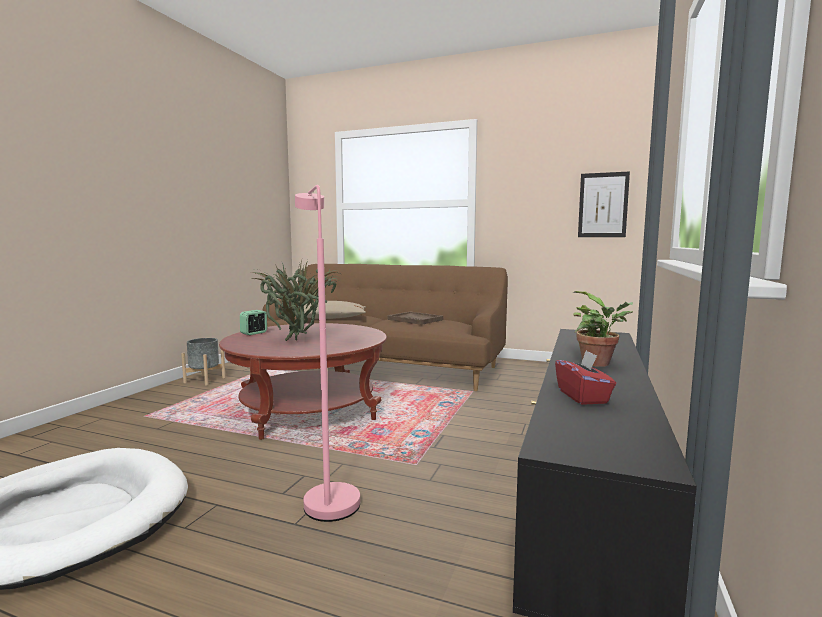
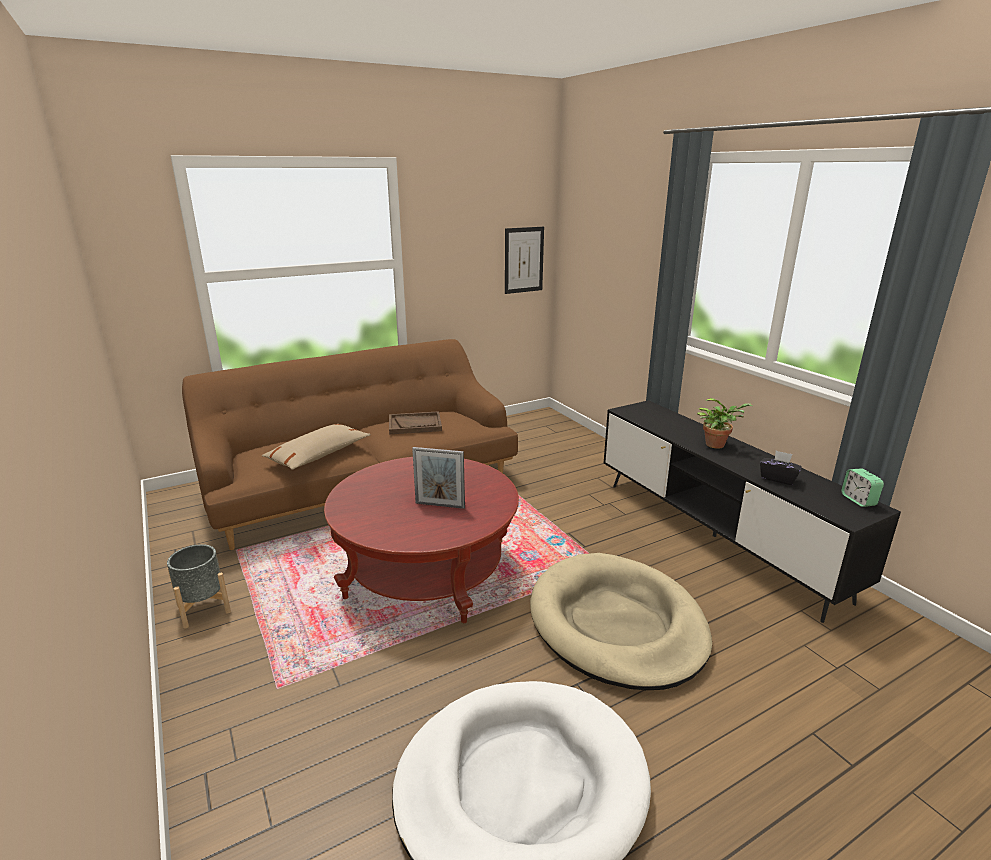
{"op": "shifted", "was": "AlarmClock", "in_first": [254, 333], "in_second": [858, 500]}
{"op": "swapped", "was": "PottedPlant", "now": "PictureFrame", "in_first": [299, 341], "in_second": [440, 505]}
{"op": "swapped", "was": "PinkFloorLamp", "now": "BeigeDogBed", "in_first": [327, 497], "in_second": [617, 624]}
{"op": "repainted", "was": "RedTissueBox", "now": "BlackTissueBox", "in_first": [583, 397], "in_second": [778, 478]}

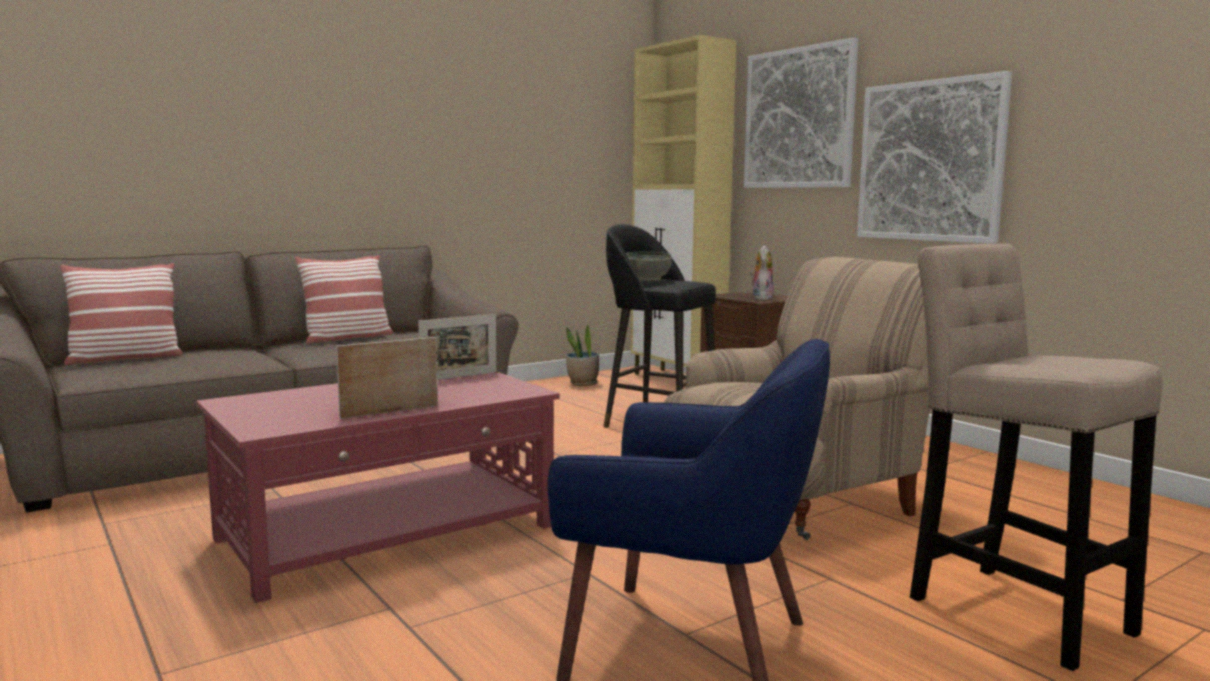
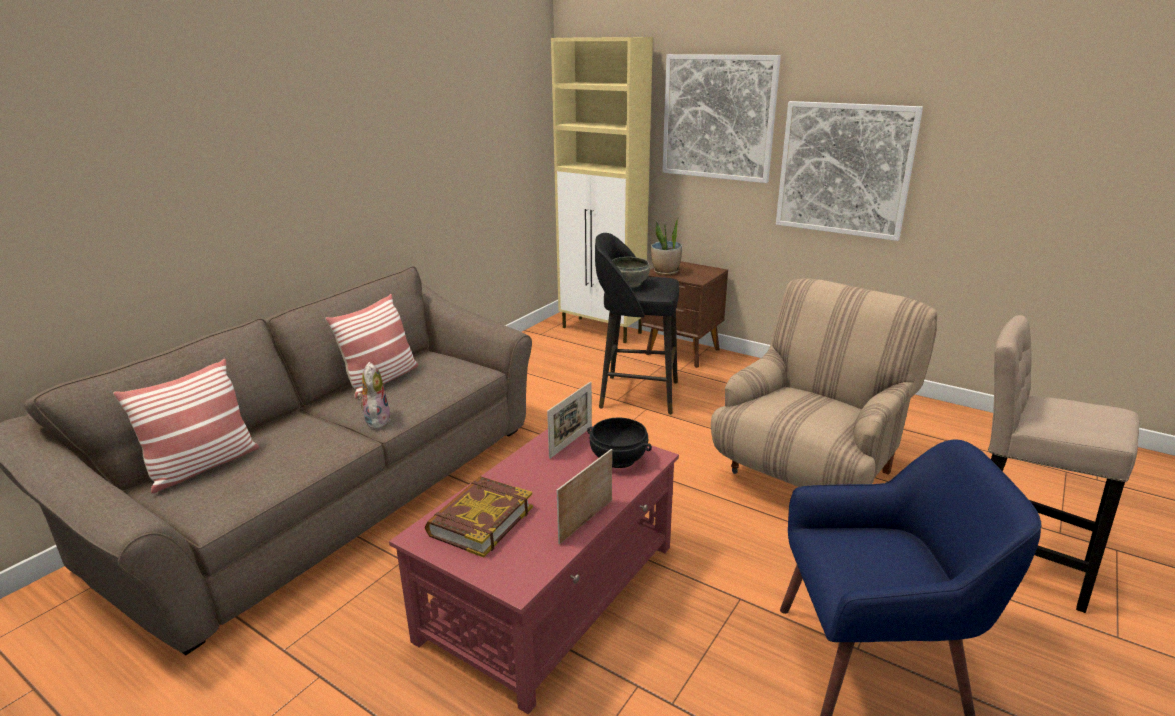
{"op": "shifted", "was": "PottedPlant", "in_first": [583, 384], "in_second": [665, 272]}
{"op": "shifted", "was": "PlushToy", "in_first": [761, 298], "in_second": [376, 420]}
{"op": "new", "now": "Book", "in_second": [480, 521]}
{"op": "new", "now": "BlackBowl", "in_second": [619, 459]}

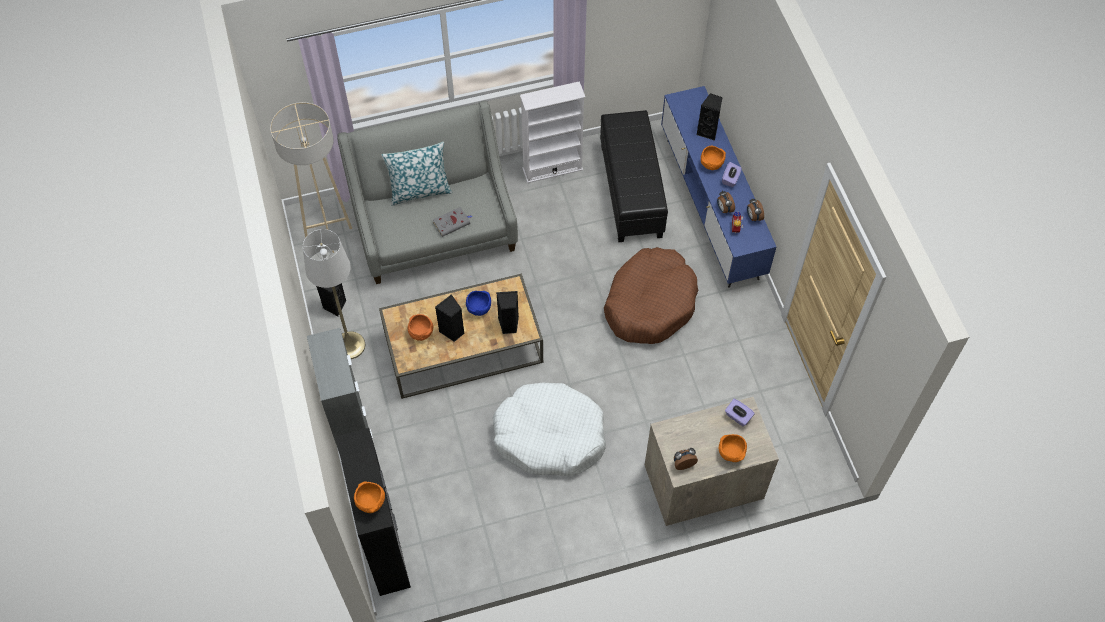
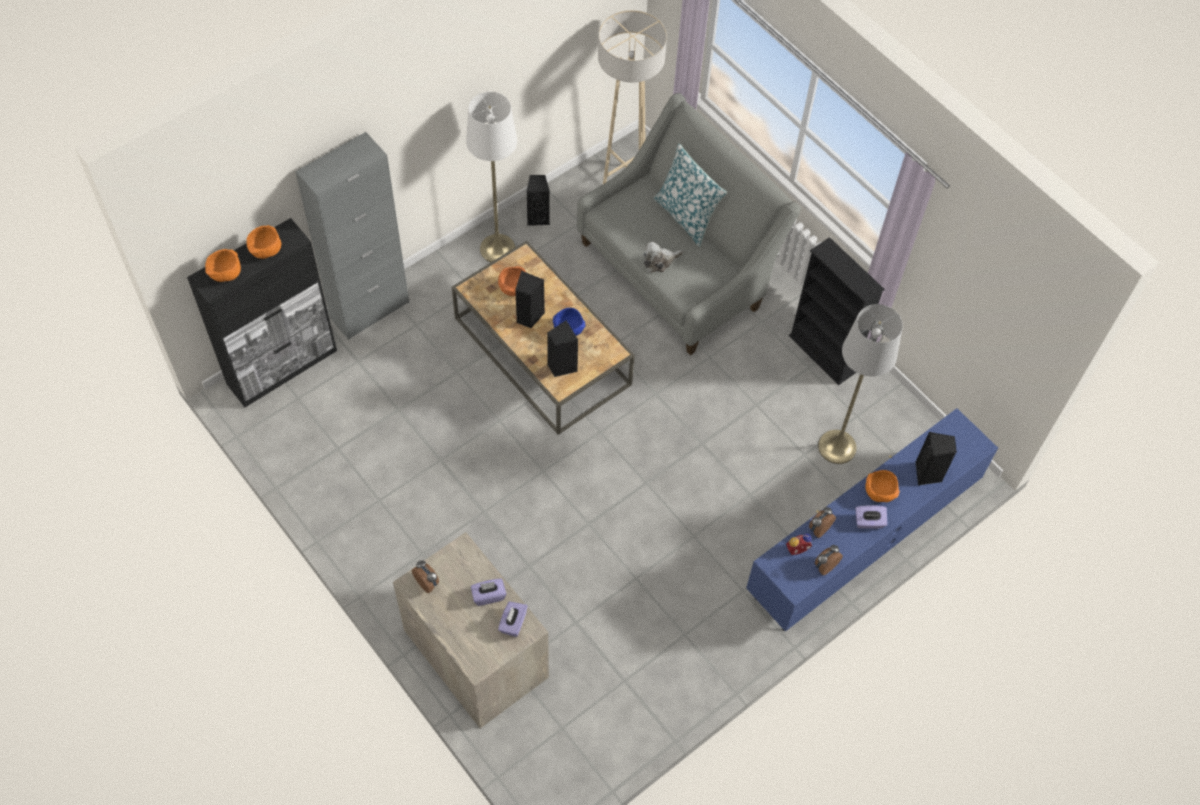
{"op": "swapped", "was": "GreyBook", "now": "PlushToy", "in_first": [452, 223], "in_second": [660, 261]}
{"op": "gone", "was": "WhiteDogBed", "in_first": [549, 436]}
{"op": "repainted", "was": "WhiteBookcase", "now": "BlackBookcase", "in_first": [552, 169], "in_second": [822, 353]}
{"op": "swapped", "was": "BlackOttoman", "now": "GreyFloorLamp", "in_first": [631, 191], "in_second": [837, 447]}
{"op": "gone", "was": "BrownDogBed", "in_first": [650, 303]}
{"op": "shifted", "was": "OrangeBowl", "in_first": [732, 453], "in_second": [266, 252]}
{"op": "new", "now": "PurpleTissueBox", "in_second": [488, 595]}

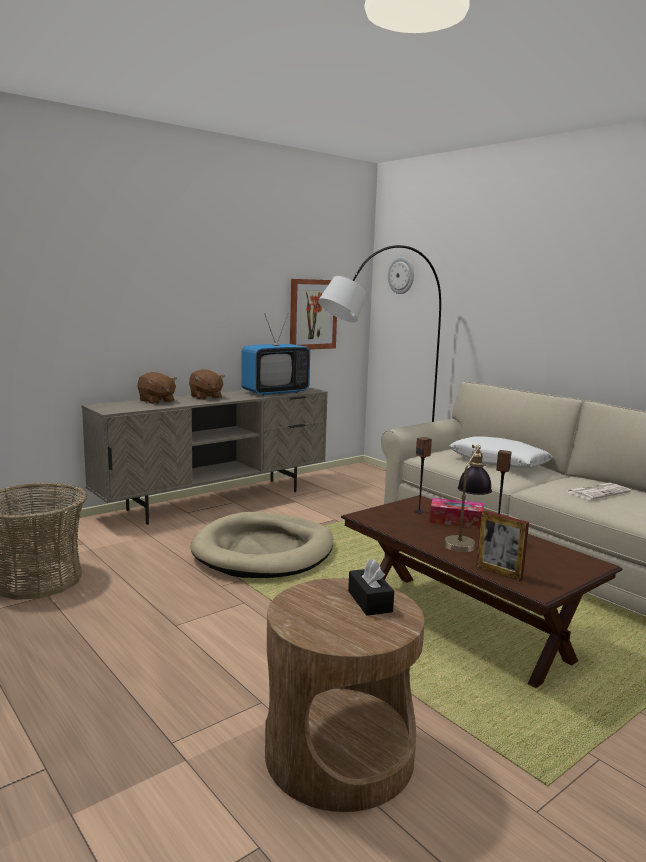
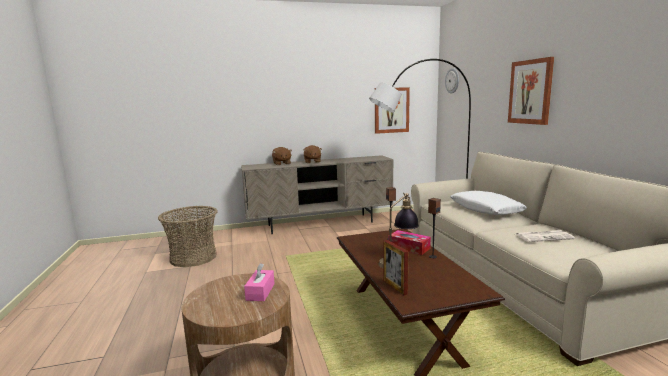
{"op": "gone", "was": "BeigeDogBed", "in_first": [264, 551]}
{"op": "gone", "was": "Television", "in_first": [275, 392]}
{"op": "repainted", "was": "BlackTissueBox", "now": "PinkTissueBox", "in_first": [369, 601], "in_second": [260, 292]}
{"op": "new", "now": "Picture", "in_second": [530, 92]}

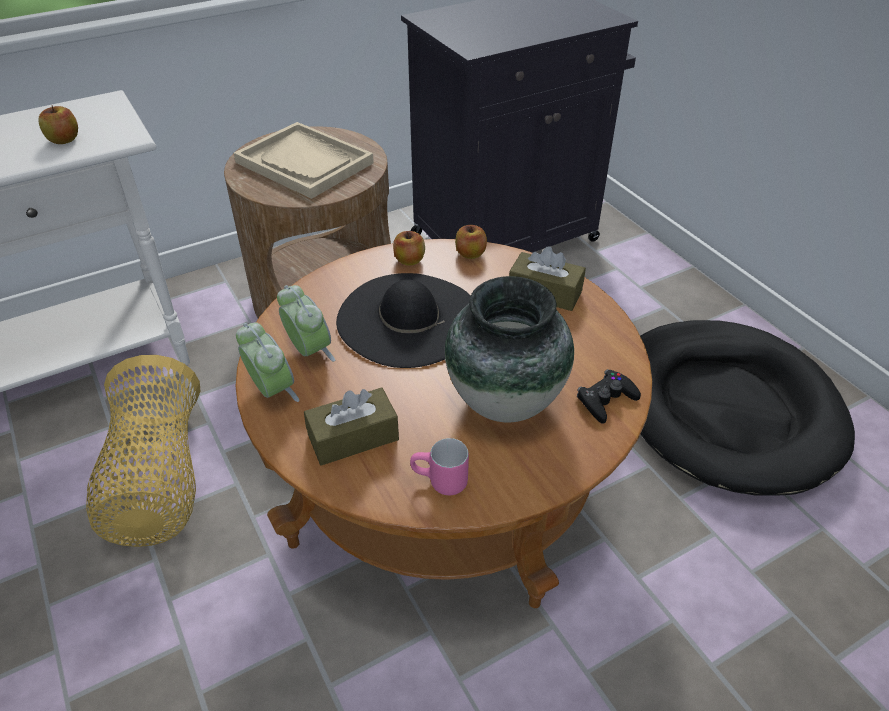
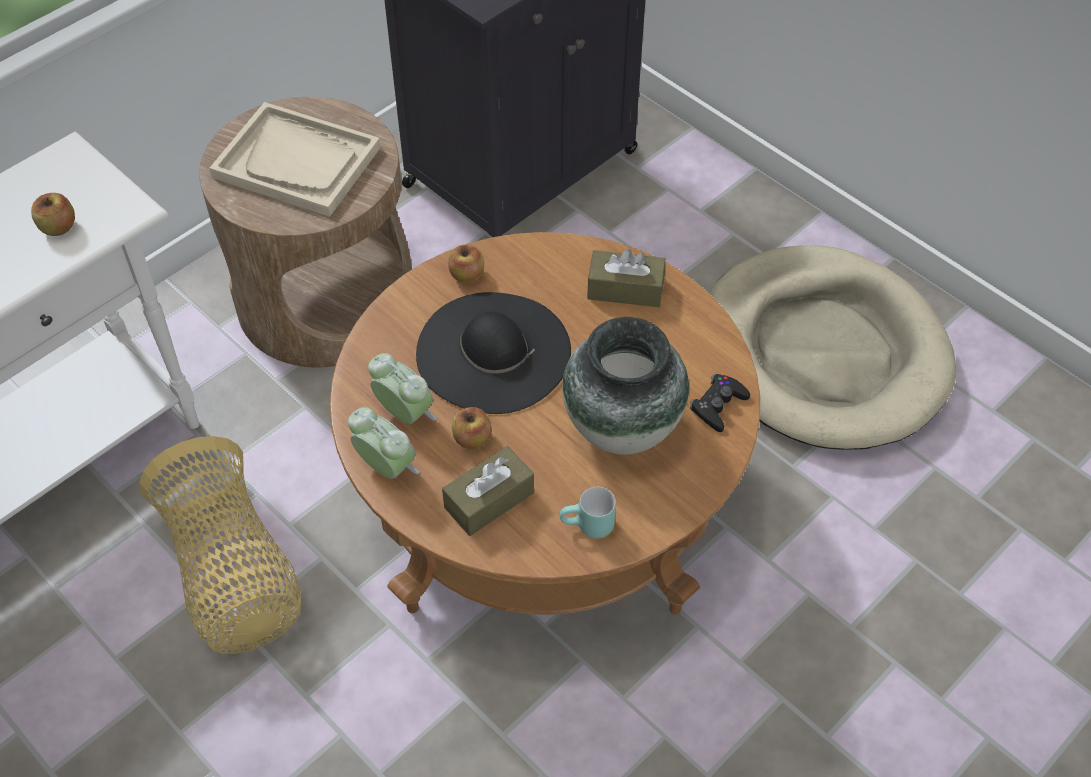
{"op": "repainted", "was": "PinkMug", "now": "TurquoiseMug", "in_first": [439, 483], "in_second": [588, 528]}
{"op": "shifted", "was": "Apple", "in_first": [470, 254], "in_second": [472, 439]}
{"op": "repainted", "was": "BlackDogBed", "now": "BeigeDogBed", "in_first": [727, 409], "in_second": [824, 353]}

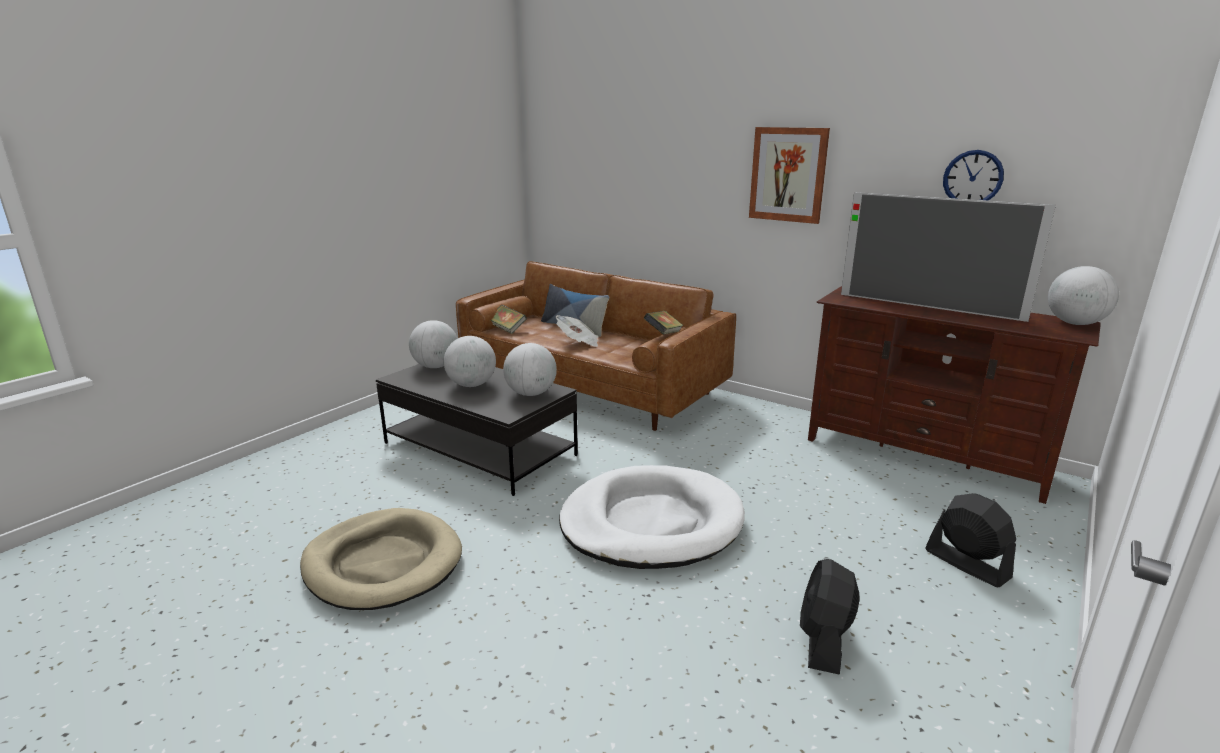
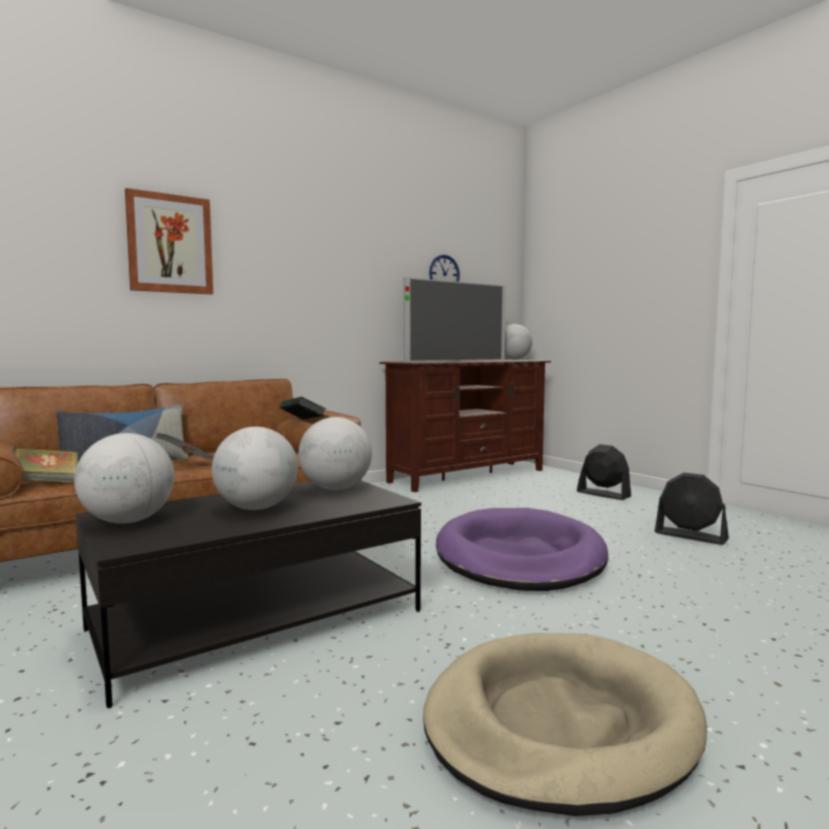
{"op": "repainted", "was": "WhiteDogBed", "now": "PurpleDogBed", "in_first": [651, 523], "in_second": [519, 557]}
{"op": "shifted", "was": "Picture", "in_first": [788, 174], "in_second": [170, 244]}
{"op": "rotated", "was": "BlackFan", "in_first": [966, 563], "in_second": [603, 494], "clockwise": 60}

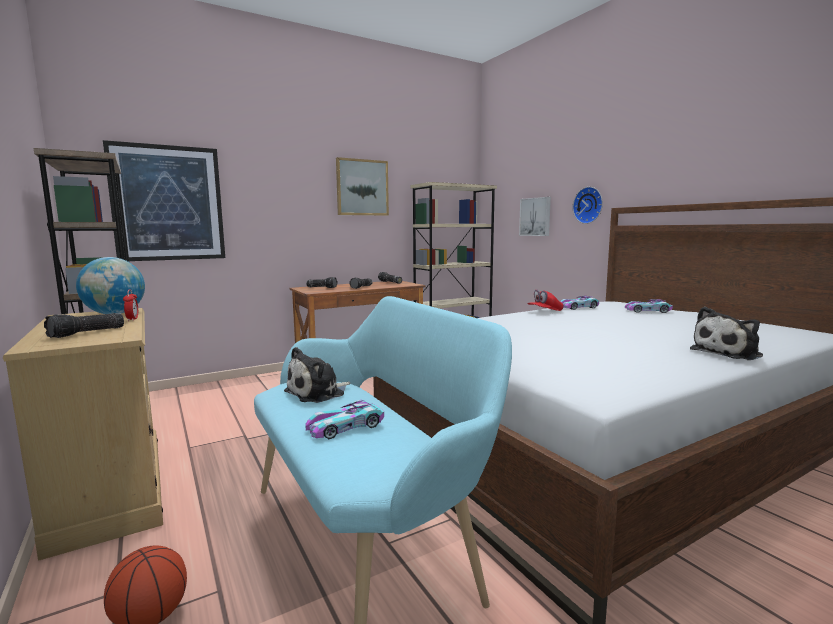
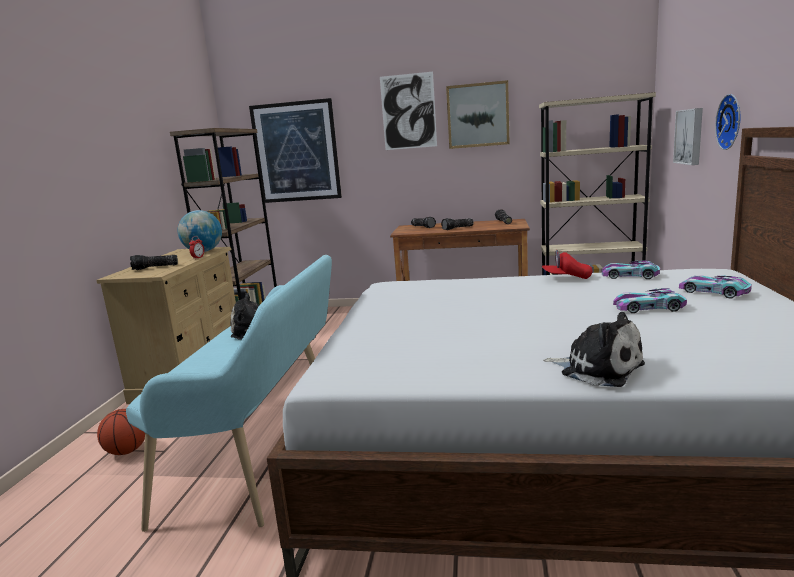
{"op": "shifted", "was": "ToyCar", "in_first": [345, 427], "in_second": [648, 308]}
{"op": "rotated", "was": "PlushToy", "in_first": [728, 353], "in_second": [597, 369], "clockwise": -150}
{"op": "new", "now": "Picture", "in_second": [408, 111]}

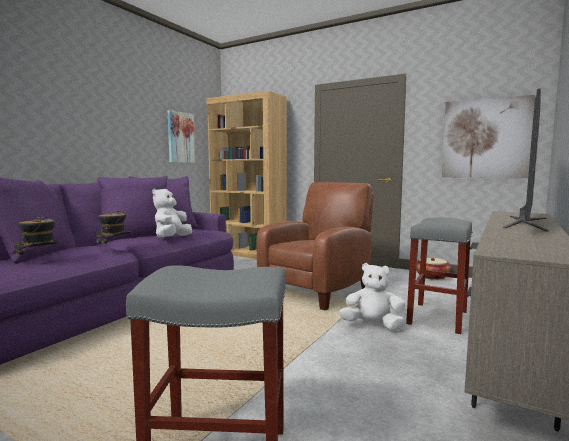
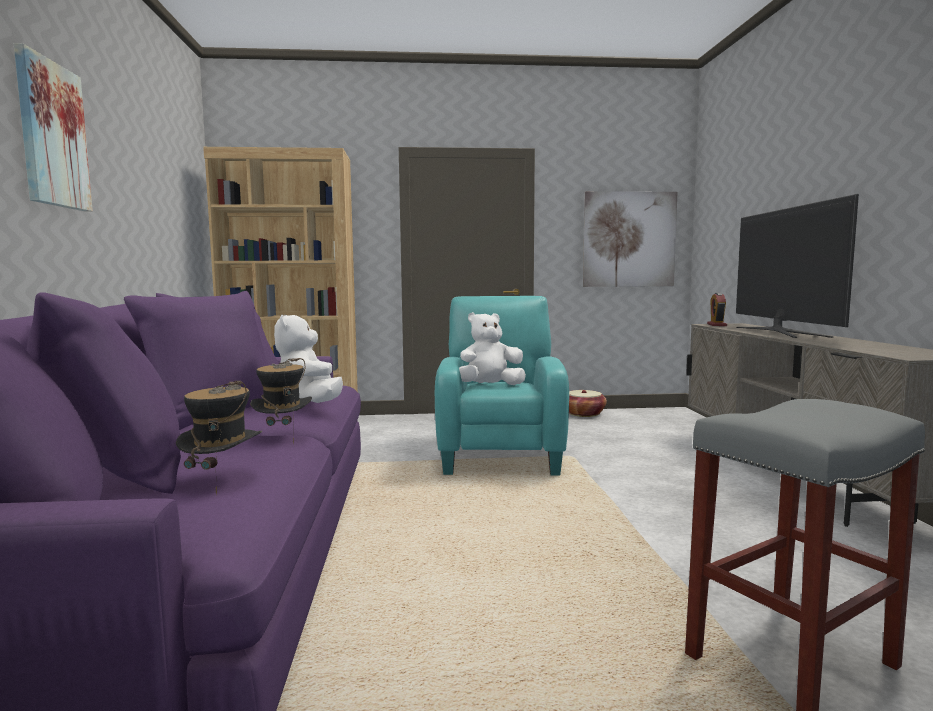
{"op": "shifted", "was": "Picture", "in_first": [180, 137], "in_second": [52, 135]}
{"op": "repainted", "was": "BrownArmchair", "now": "TurquoiseArmchair", "in_first": [319, 290], "in_second": [500, 453]}
{"op": "shifted", "was": "WhitePlushToy", "in_first": [372, 326], "in_second": [489, 386]}
{"op": "gone", "was": "GreyStool", "in_first": [438, 318]}
{"op": "new", "now": "AlarmClock", "in_second": [716, 325]}

